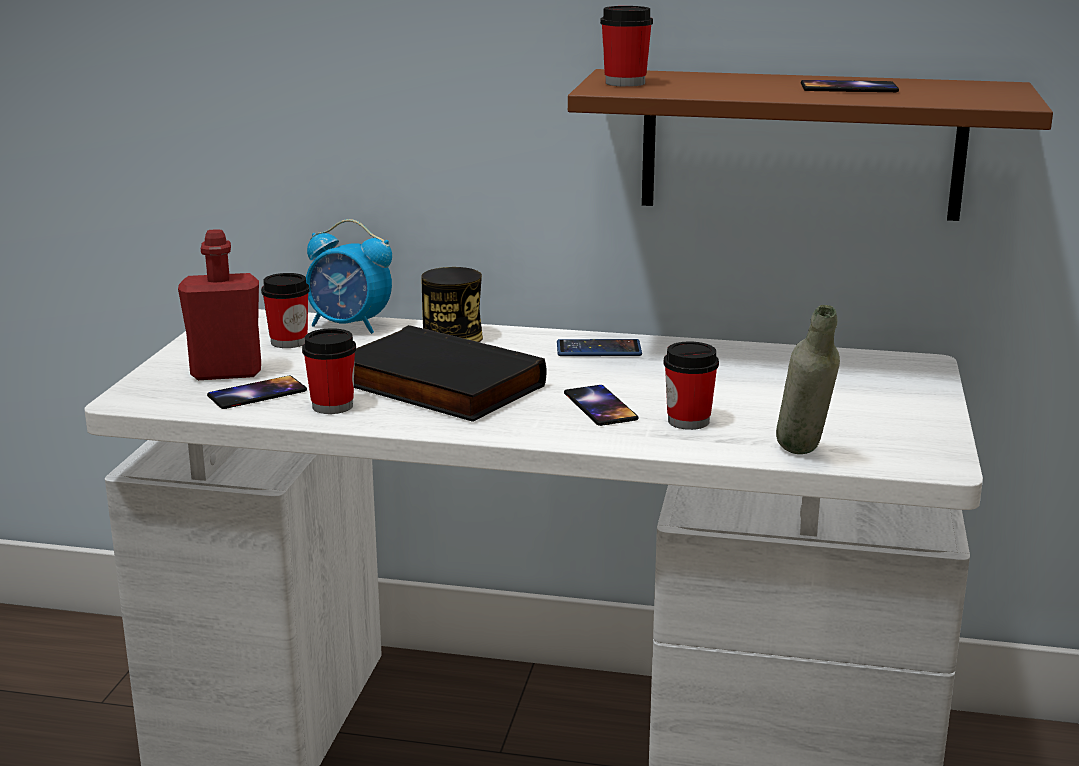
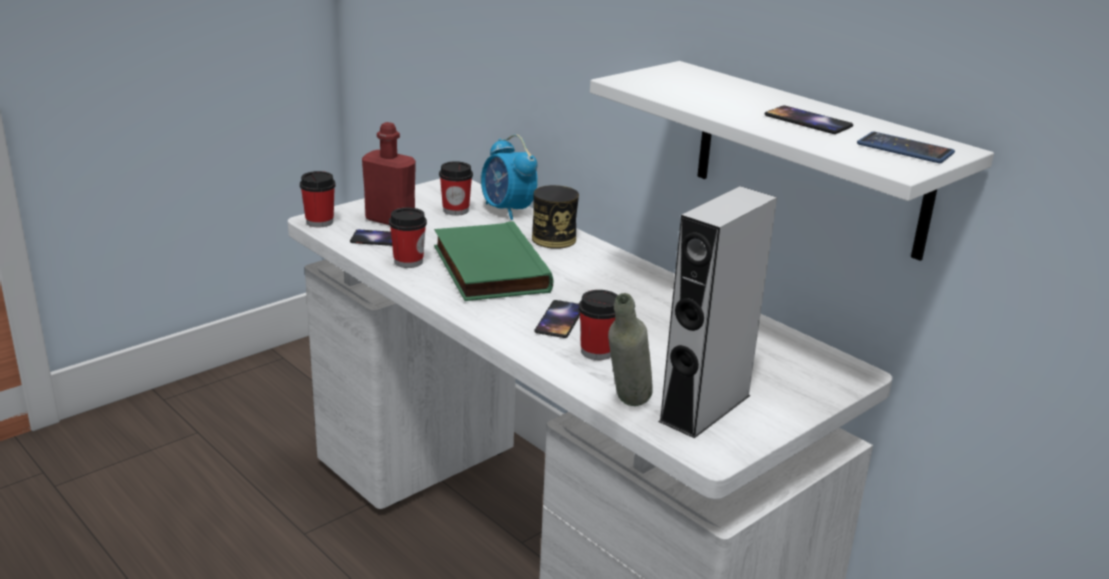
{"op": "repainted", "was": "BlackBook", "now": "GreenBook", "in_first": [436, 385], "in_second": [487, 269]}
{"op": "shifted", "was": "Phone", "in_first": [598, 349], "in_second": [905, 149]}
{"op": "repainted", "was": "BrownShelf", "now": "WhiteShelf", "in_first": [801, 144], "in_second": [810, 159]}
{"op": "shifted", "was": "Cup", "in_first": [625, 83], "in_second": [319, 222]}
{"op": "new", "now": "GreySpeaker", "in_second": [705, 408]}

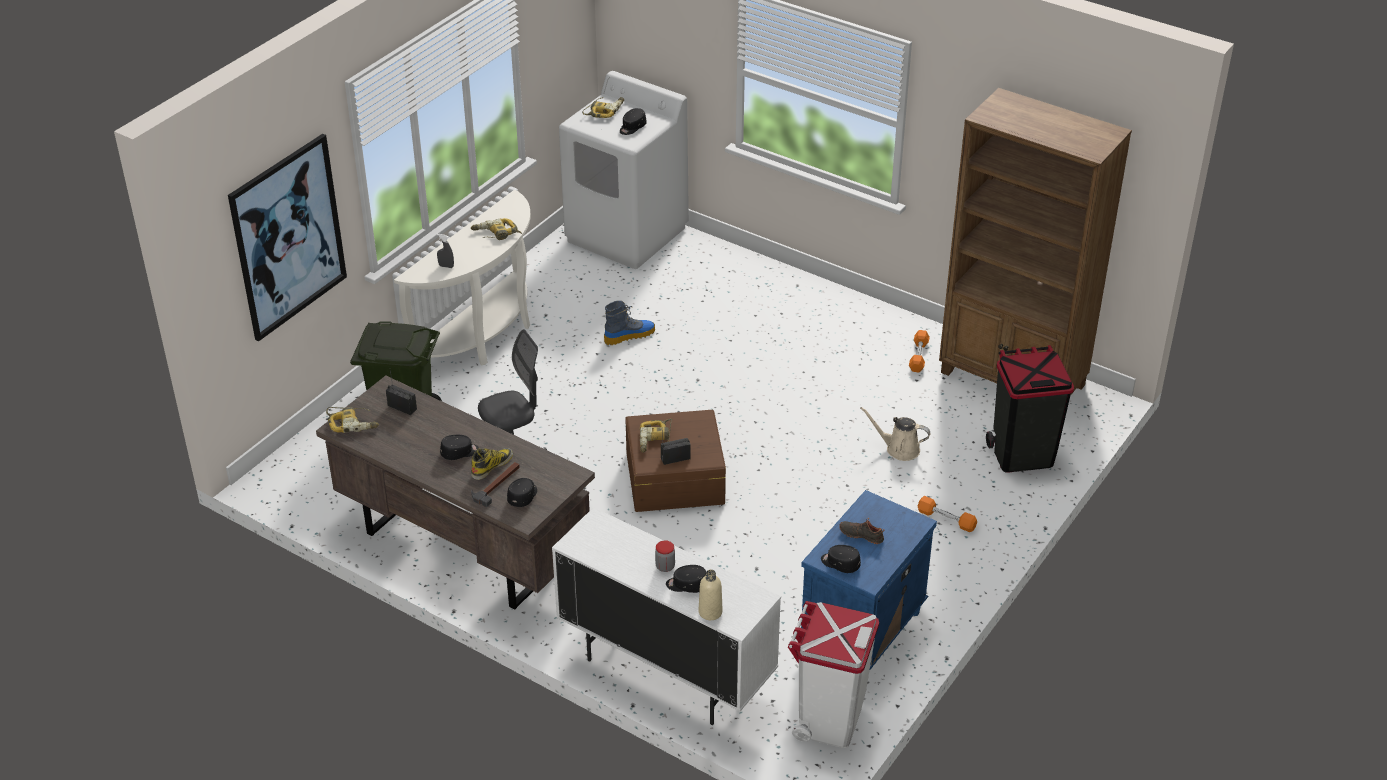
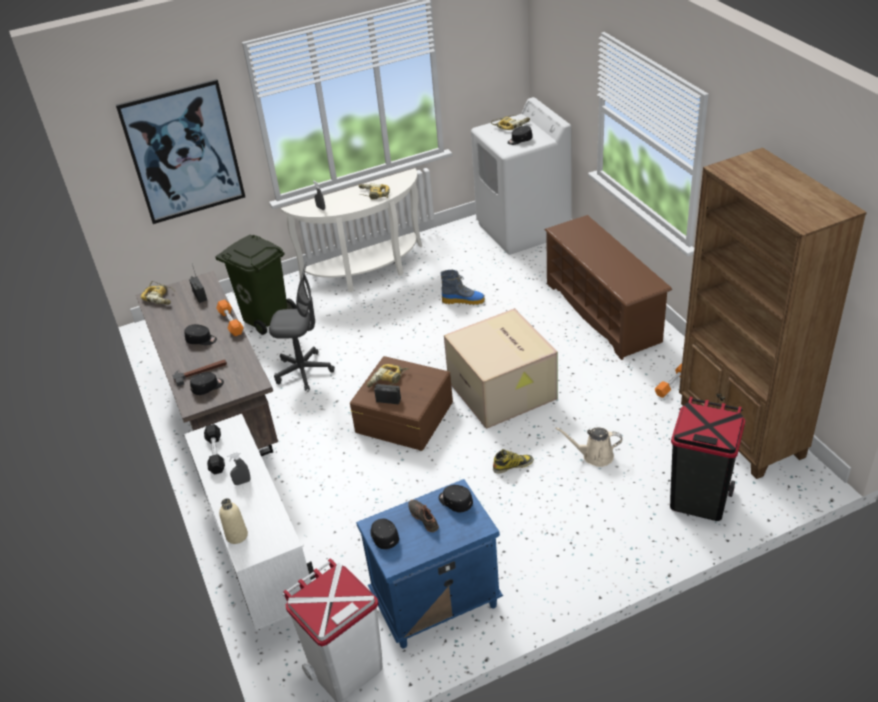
{"op": "shifted", "was": "Boot", "in_first": [492, 466], "in_second": [513, 465]}
{"op": "swapped", "was": "Jar", "now": "GreySprayBottle", "in_first": [665, 566], "in_second": [242, 482]}
{"op": "shifted", "was": "BlackCap", "in_first": [686, 585], "in_second": [455, 502]}
{"op": "rotated", "was": "BeigeWateringCan", "in_first": [899, 449], "in_second": [594, 456], "clockwise": -45}
{"op": "shifted", "was": "OrangeDumbbell", "in_first": [946, 519], "in_second": [231, 323]}
{"op": "new", "now": "BlackDumbbell", "in_second": [216, 454]}
{"op": "new", "now": "CardboardBox", "in_second": [503, 390]}
{"op": "new", "now": "BrownShoeRack", "in_second": [603, 312]}

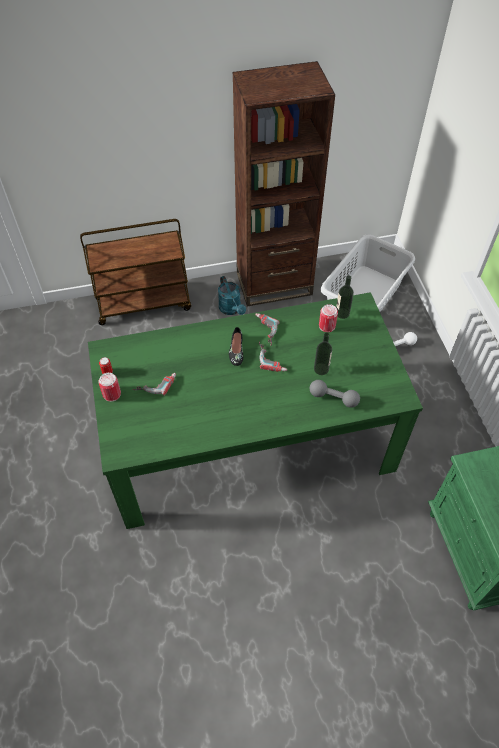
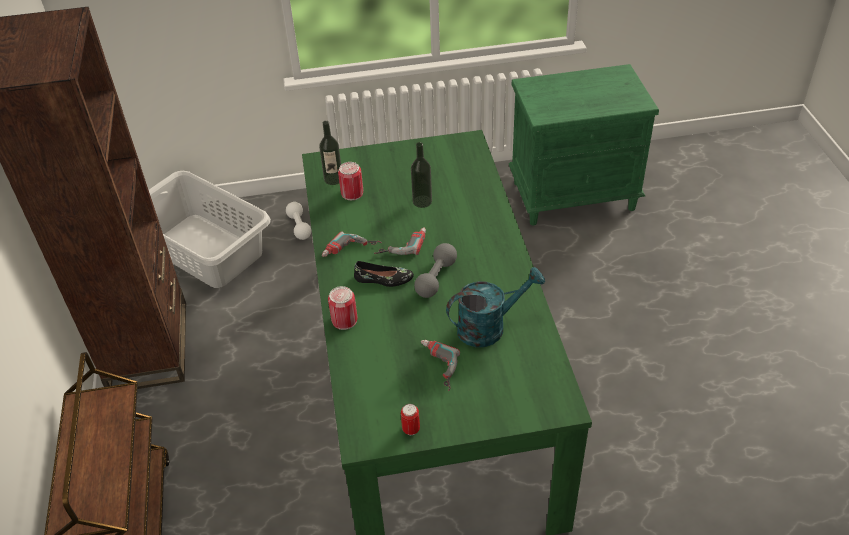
{"op": "shifted", "was": "Can", "in_first": [112, 394], "in_second": [344, 320]}
{"op": "shifted", "was": "TurquoiseWateringCan", "in_first": [231, 309], "in_second": [489, 327]}
{"op": "shifted", "was": "GreyDumbbell", "in_first": [333, 398], "in_second": [436, 278]}

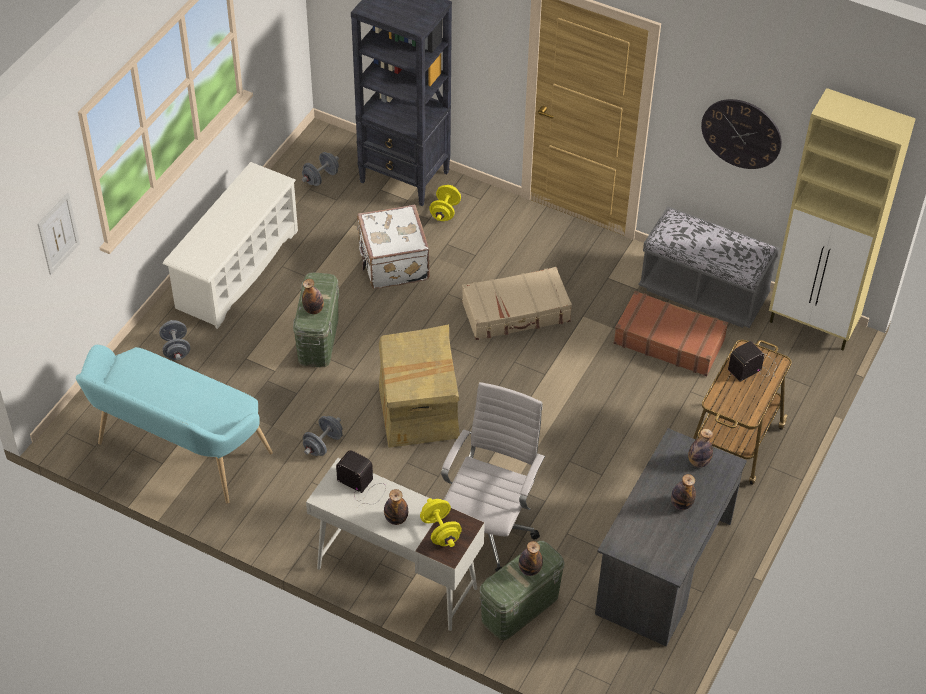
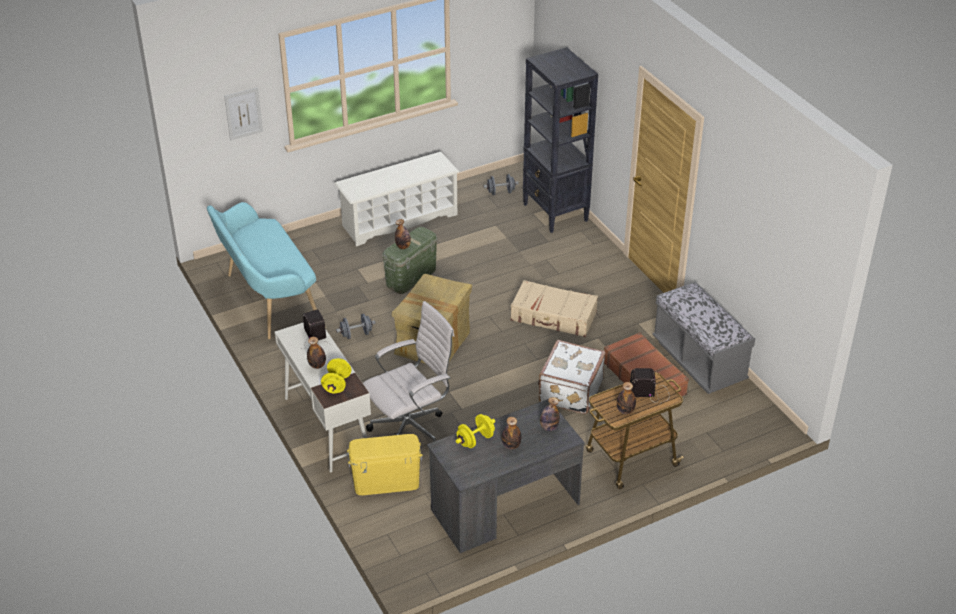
{"op": "gone", "was": "GreyDumbbell", "in_first": [176, 348]}
{"op": "shifted", "was": "WhiteSuitcase", "in_first": [392, 263], "in_second": [569, 391]}
{"op": "shifted", "was": "YellowDumbbell", "in_first": [445, 211], "in_second": [475, 440]}
{"op": "repainted", "was": "GreenStorageBox", "now": "YellowStorageBox", "in_first": [520, 608], "in_second": [386, 482]}
{"op": "shifted", "was": "Bottle", "in_first": [529, 570], "in_second": [625, 410]}
{"op": "gone", "was": "WallClock", "in_first": [741, 133]}
{"op": "gone", "was": "BeigeCabinet", "in_first": [813, 326]}

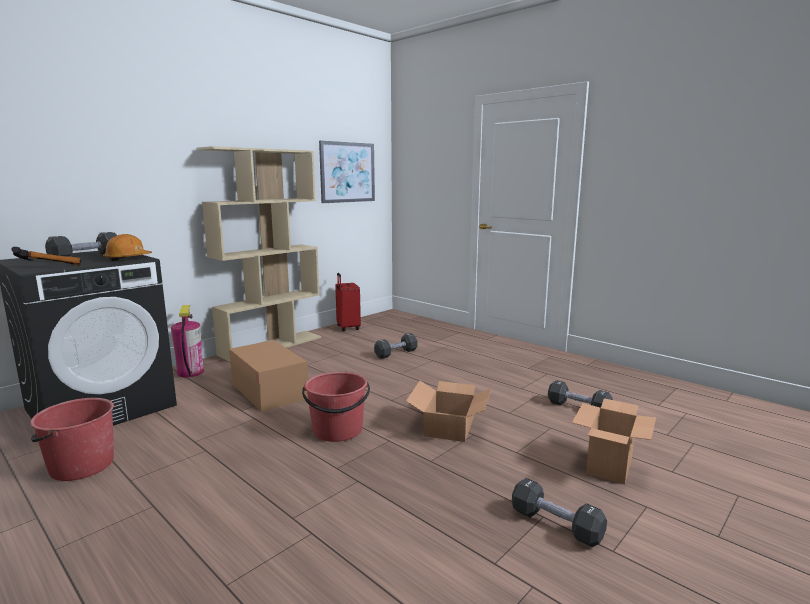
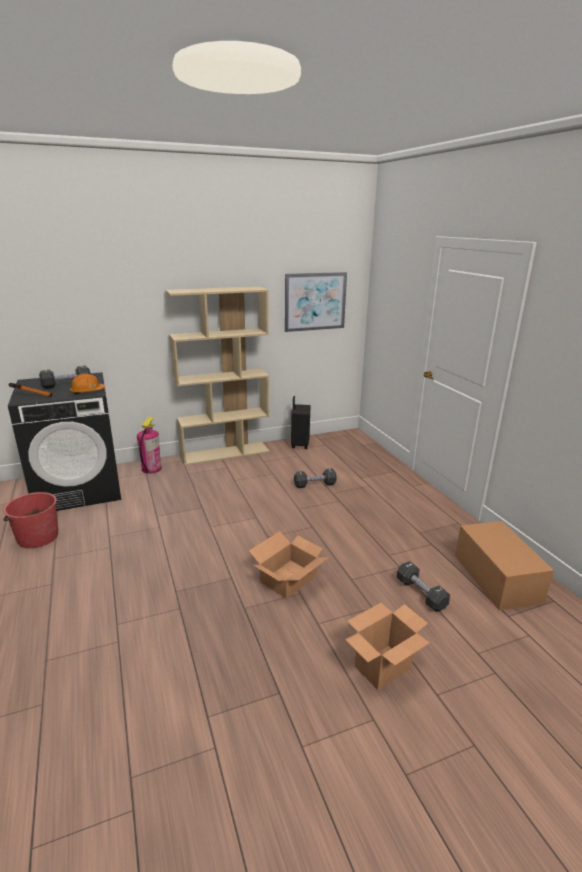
{"op": "shifted", "was": "CardboardBox", "in_first": [269, 391], "in_second": [496, 578]}
{"op": "gone", "was": "RedBucket", "in_first": [337, 430]}
{"op": "repainted", "was": "RedSuitcase", "now": "BlackSuitcase", "in_first": [347, 328], "in_second": [299, 445]}
{"op": "gone", "was": "BlackDumbbell", "in_first": [556, 525]}

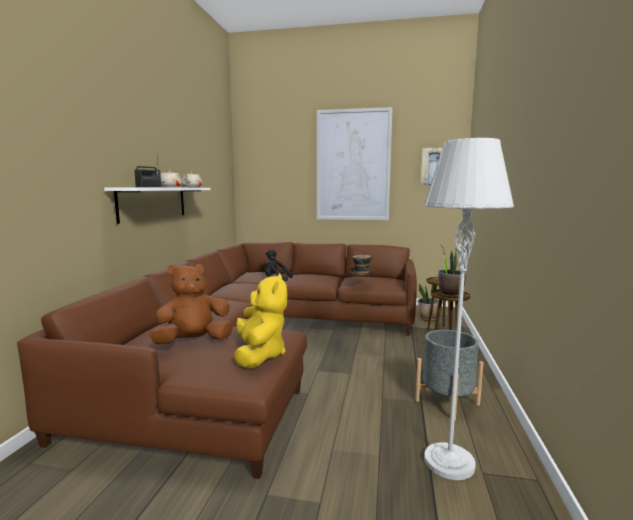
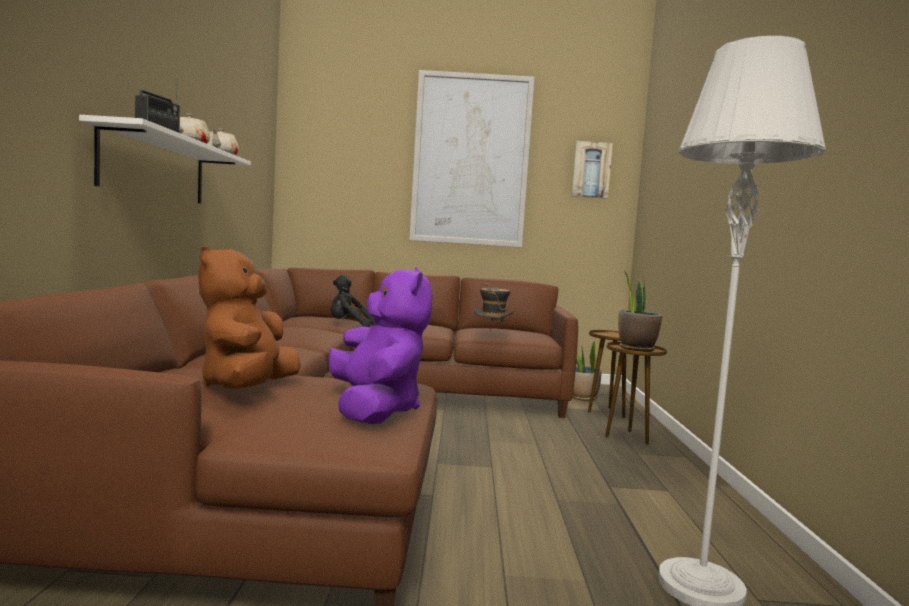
{"op": "rotated", "was": "BrownPlushToy", "in_first": [193, 342], "in_second": [247, 389], "clockwise": -45}
{"op": "repainted", "was": "YellowPlushToy", "now": "PurplePlushToy", "in_first": [259, 355], "in_second": [375, 410]}
{"op": "gone", "was": "GreyPlanter", "in_first": [447, 402]}

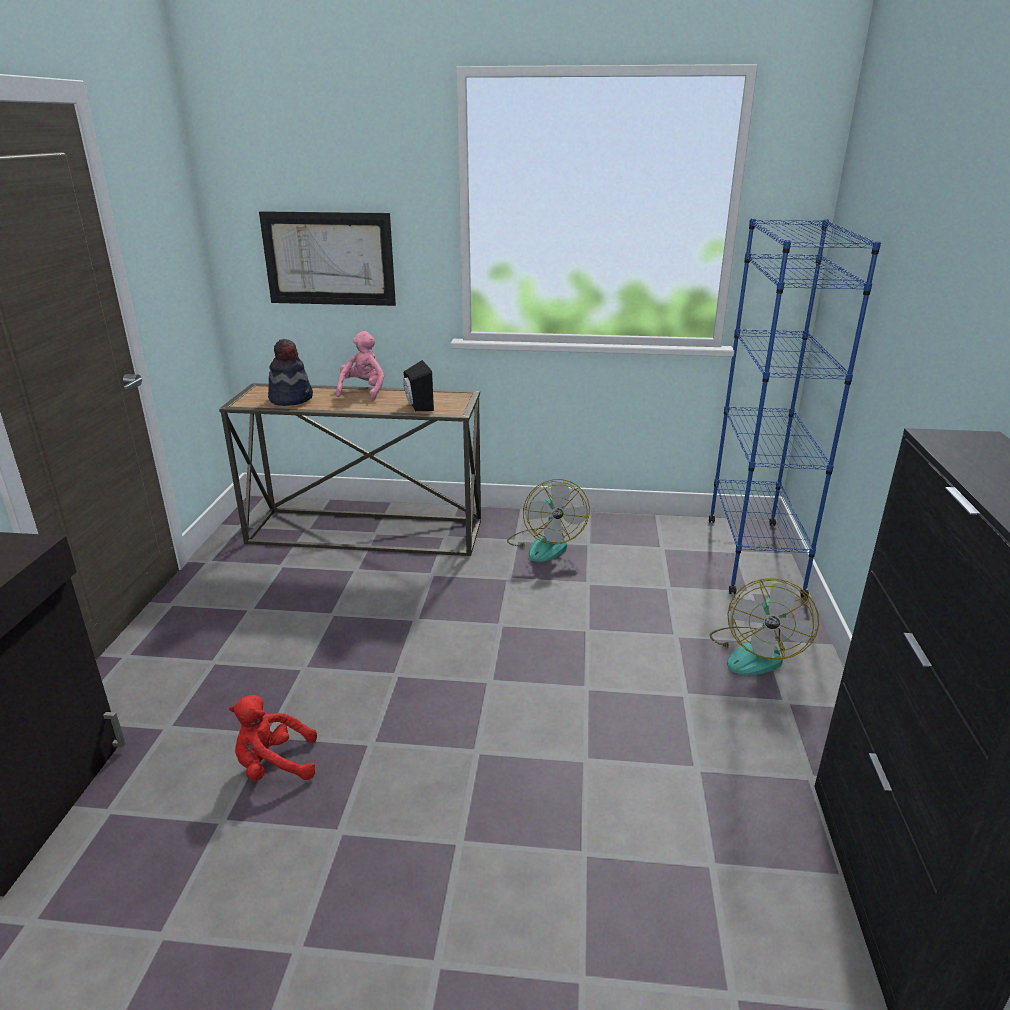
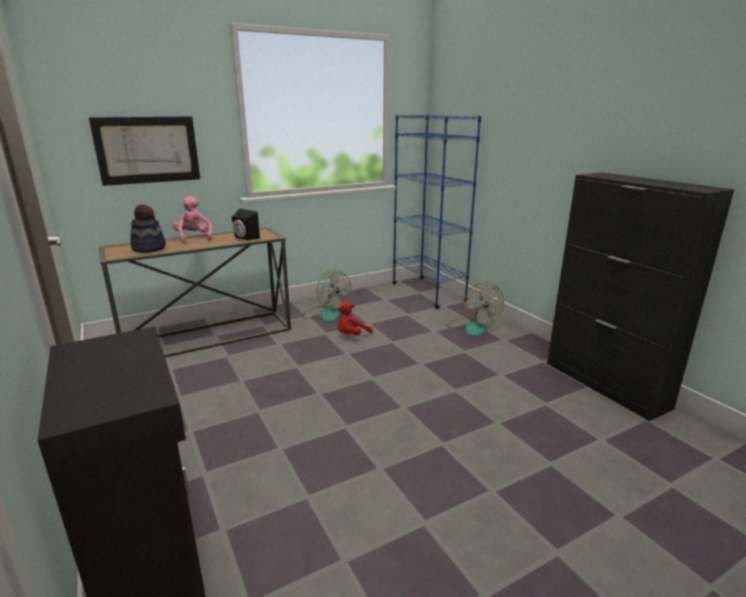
{"op": "shifted", "was": "RedPlushToy", "in_first": [274, 765], "in_second": [351, 335]}

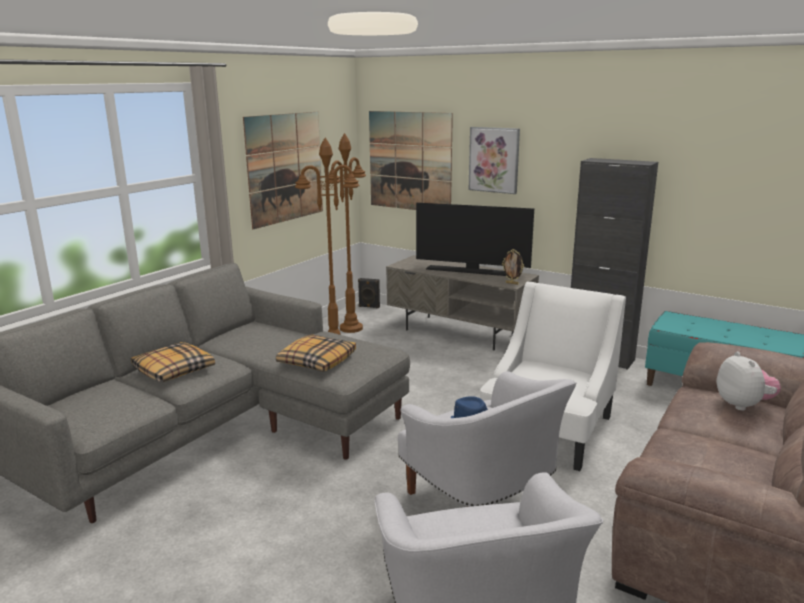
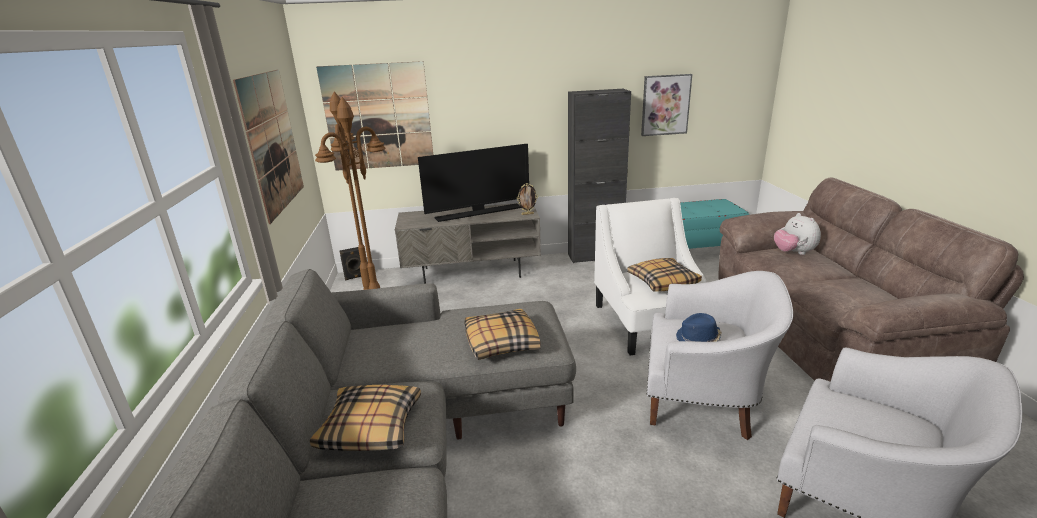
{"op": "shifted", "was": "Picture", "in_first": [494, 160], "in_second": [665, 105]}
{"op": "rotated", "was": "PlushToy", "in_first": [743, 405], "in_second": [793, 253], "clockwise": -150}
{"op": "new", "now": "Pillow", "in_second": [662, 281]}

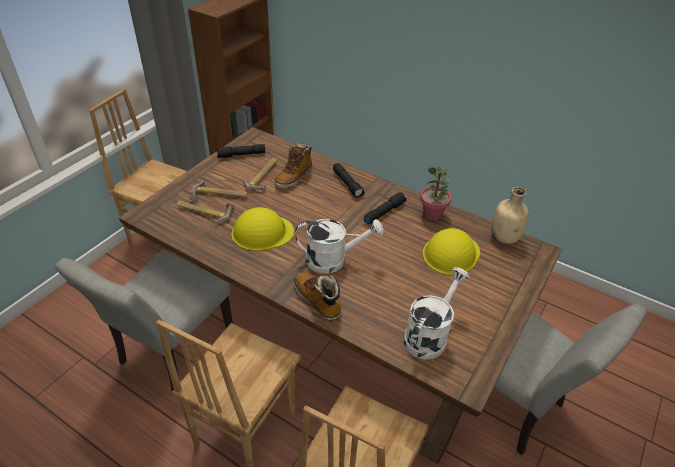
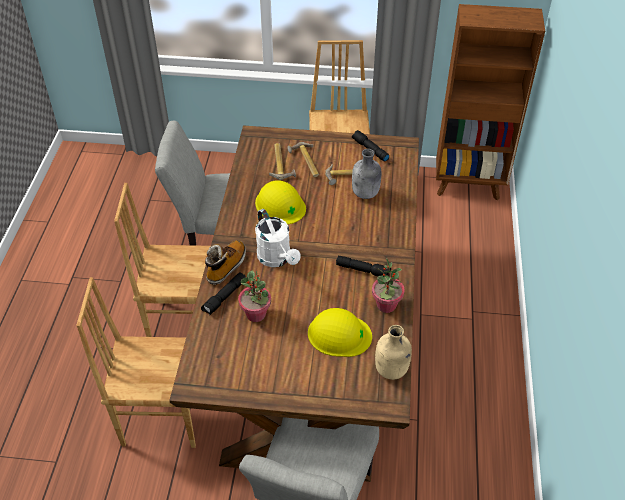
{"op": "swapped", "was": "Boot", "now": "GreyBottle", "in_first": [293, 177], "in_second": [365, 194]}
{"op": "shifted", "was": "BlackFlashlight", "in_first": [348, 184], "in_second": [225, 297]}
{"op": "gone", "was": "WhiteWateringCan", "in_first": [429, 334]}
{"op": "new", "now": "PottedPlant", "in_second": [256, 314]}

